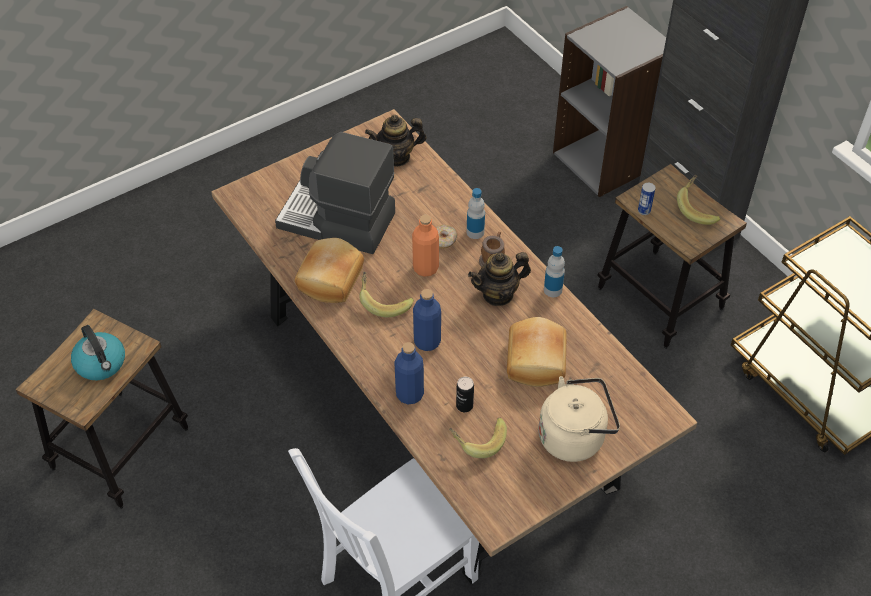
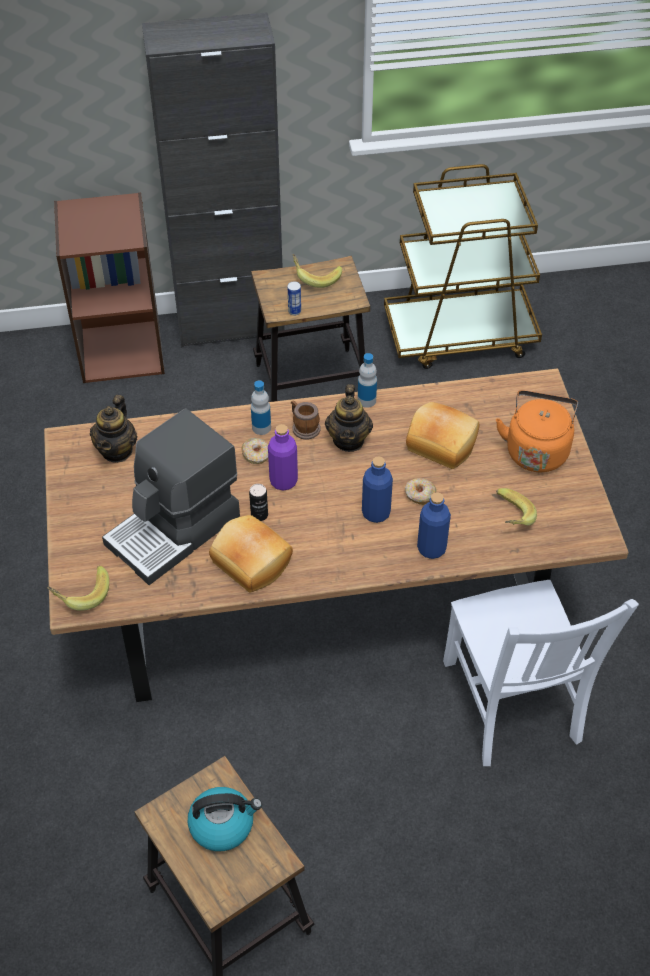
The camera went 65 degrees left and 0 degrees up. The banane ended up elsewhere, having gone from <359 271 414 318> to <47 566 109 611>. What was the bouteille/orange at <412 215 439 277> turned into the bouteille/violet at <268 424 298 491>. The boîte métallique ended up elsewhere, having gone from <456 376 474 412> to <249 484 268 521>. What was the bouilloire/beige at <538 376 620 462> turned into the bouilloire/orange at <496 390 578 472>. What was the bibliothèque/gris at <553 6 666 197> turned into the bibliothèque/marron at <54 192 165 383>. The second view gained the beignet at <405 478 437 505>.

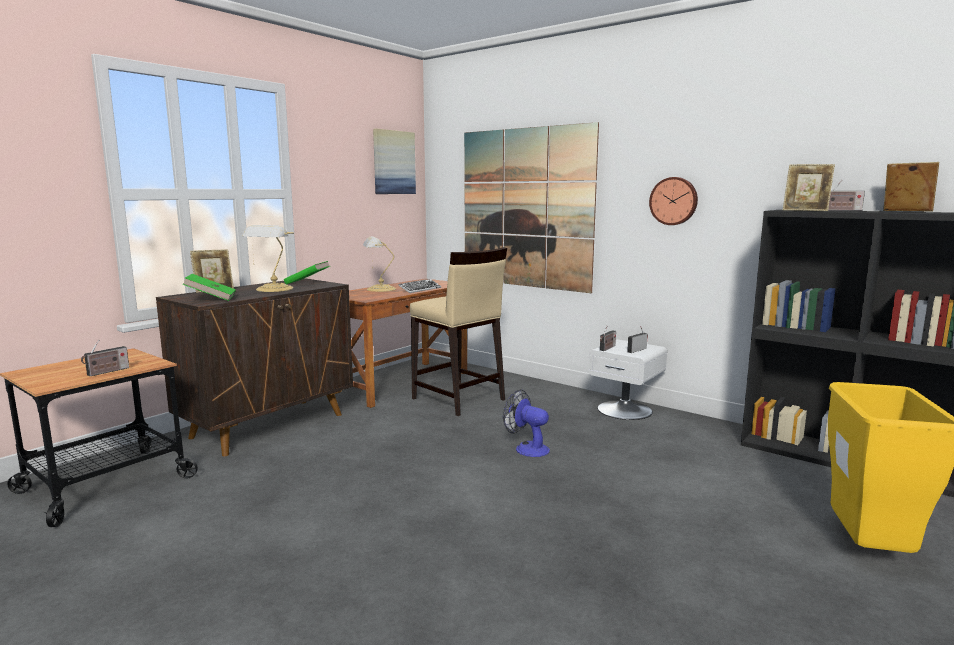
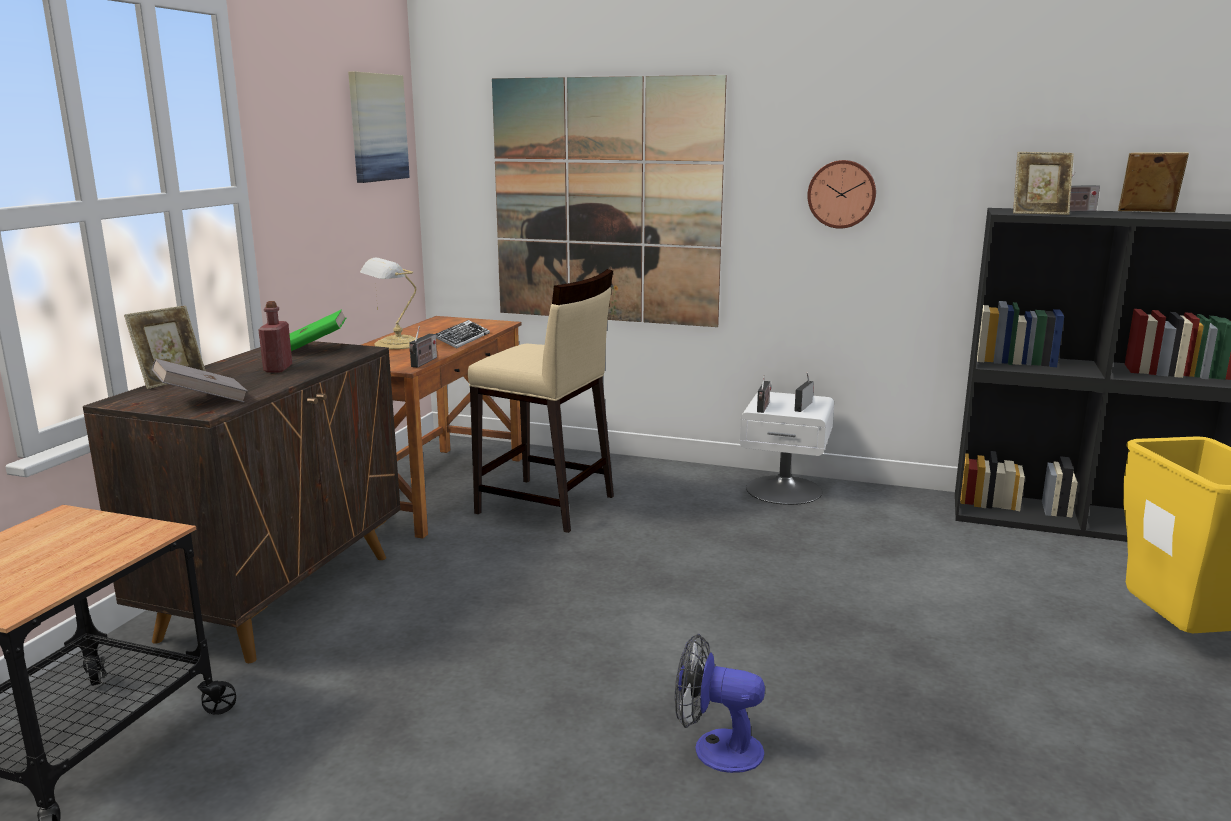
The camera went 20 degrees left and 5 degrees up. The radio ended up elsewhere, having gone from <81 340 129 376> to <409 326 437 367>. What was the livre/vert at <183 274 236 301> turned into the livre/gris at <152 359 248 402>. Where the lampe de table stood at <242 225 294 292>, the bouteille/rouge came to stand at <258 301 292 372>. The ventilateur ended up elsewhere, having gone from <503 389 550 457> to <675 634 765 773>.

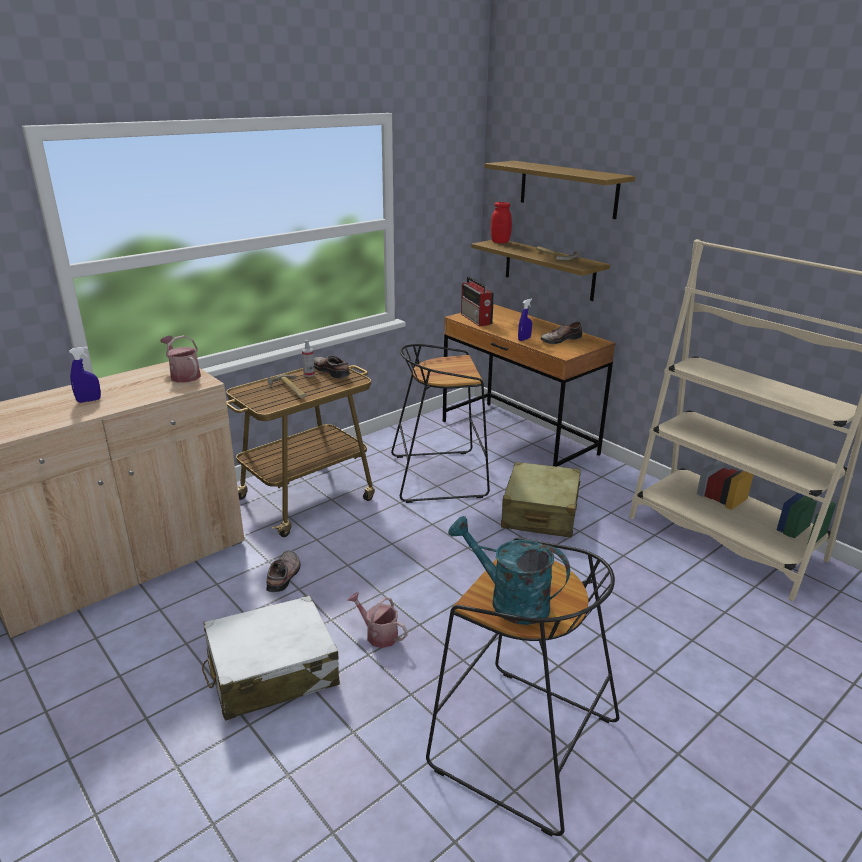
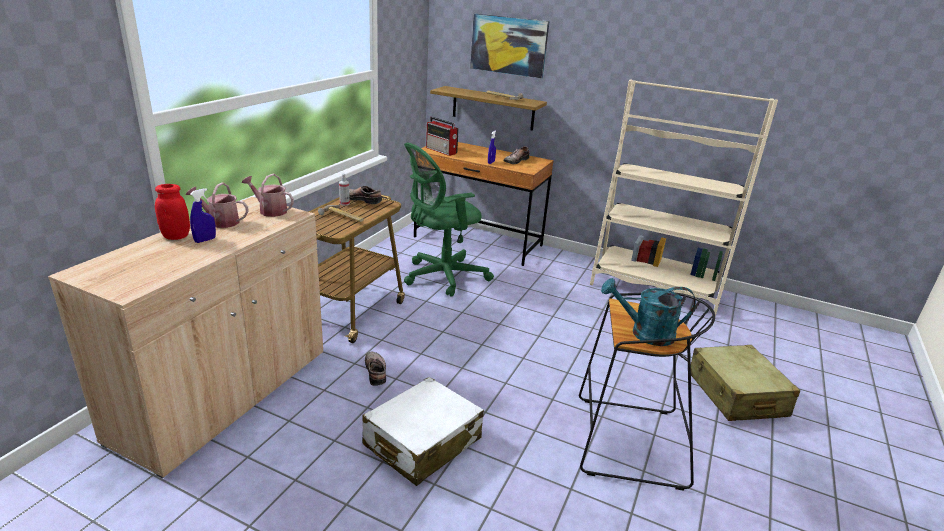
The camera went 25 degrees left and 0 degrees up. The arrosoir ended up elsewhere, having gone from <347 592 408 648> to <186 182 248 228>. Where the tabouret/noir stood at <391 344 490 503>, the chaise de bureau/vert came to stand at <404 143 494 297>. Where the étagère hung at <484 161 635 219>, the tableau came to hang at <470 14 549 78>. The bocal/rouge ended up elsewhere, having gone from <491 202 512 243> to <155 184 190 240>. The valise/beige ended up elsewhere, having gone from <501 462 581 538> to <691 345 801 421>.

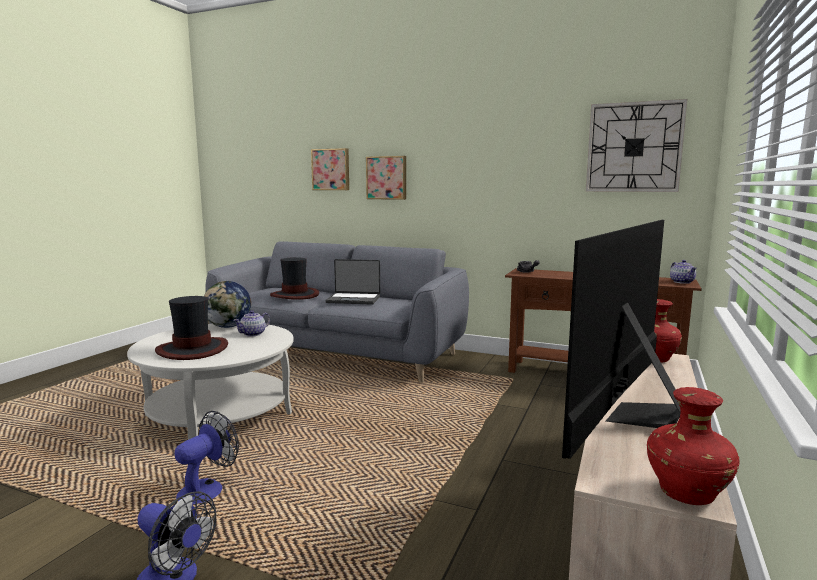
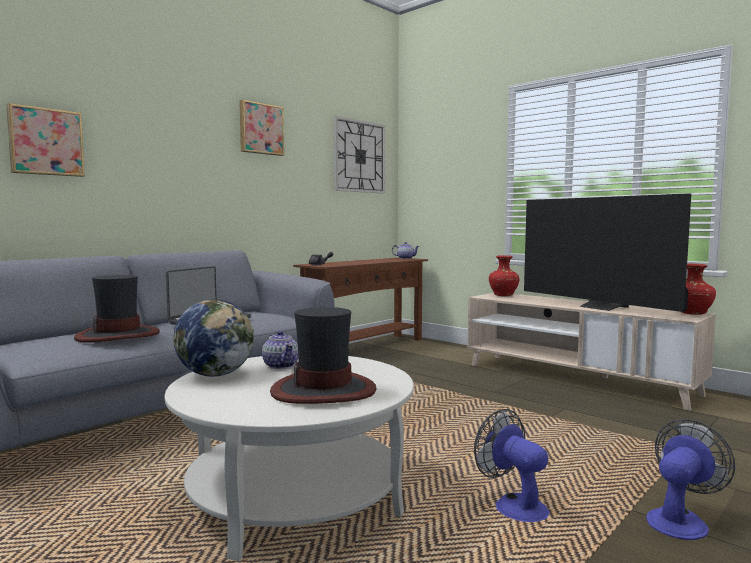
The camera went 70 degrees left and 5 degrees down. The tableau ended up elsewhere, having gone from <366 156 406 200> to <240 100 284 156>.

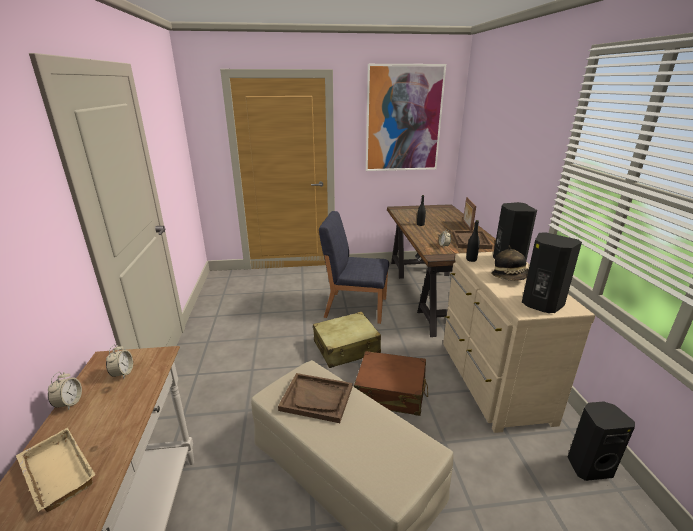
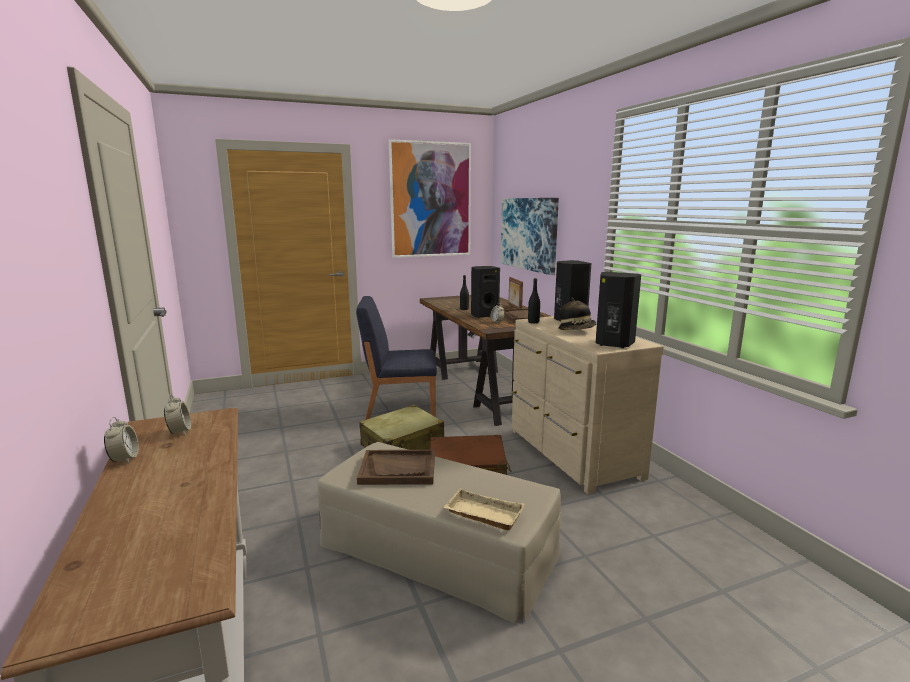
The camera went 15 degrees left and 10 degrees down. The plateau/beige ended up elsewhere, having gone from <16 428 95 512> to <444 488 525 530>. The enceinte/noir ended up elsewhere, having gone from <568 401 635 481> to <471 266 500 318>. The second view gained the tableau at <500 198 559 275>.

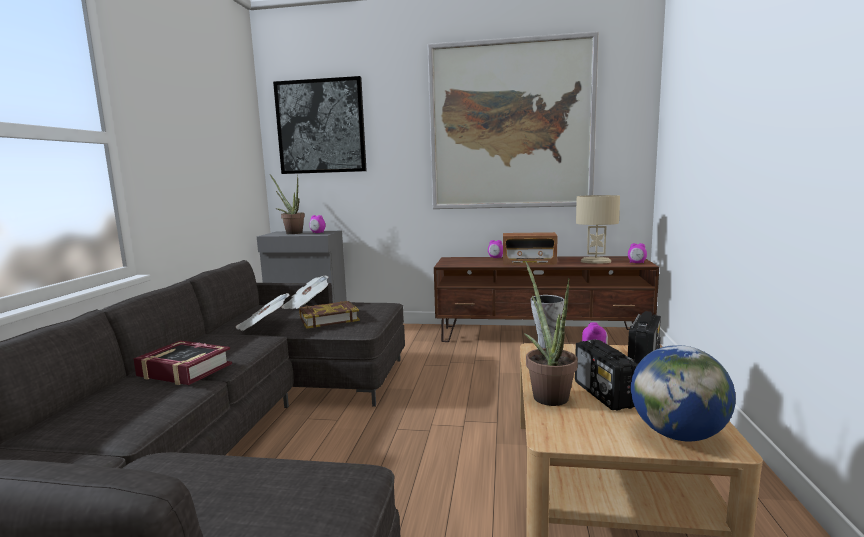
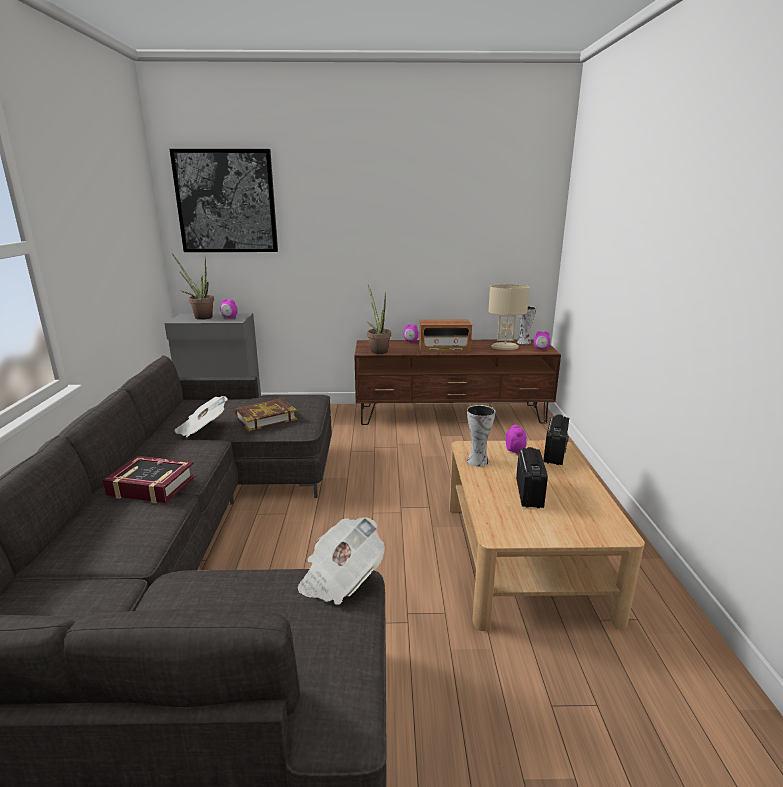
The camera went 10 degrees left and 10 degrees up. The journal ended up elsewhere, having gone from <281 276 329 309> to <298 517 385 605>. The second view lost the tableau at <427 31 599 209>. The plante en pot ended up elsewhere, having gone from <524 261 578 406> to <367 285 391 354>. The radio at <575 339 638 411> ended up facing another way, 150 degrees counterclockwise from before. The second view lost the globe at <631 345 736 441>. The second view gained the vase at <517 306 536 345>.

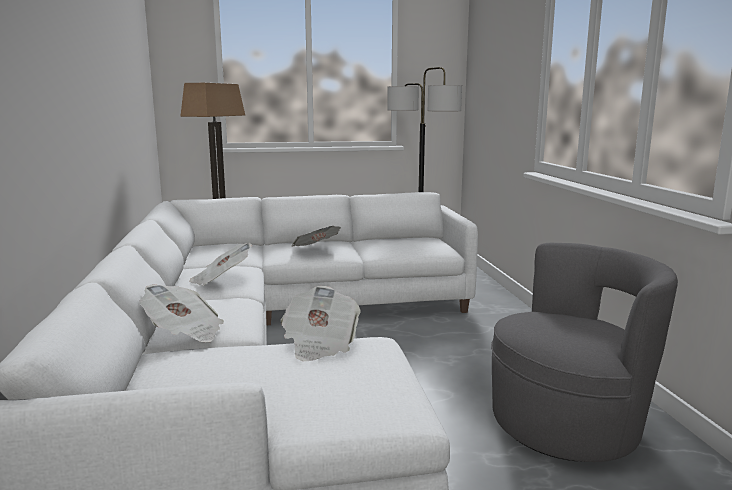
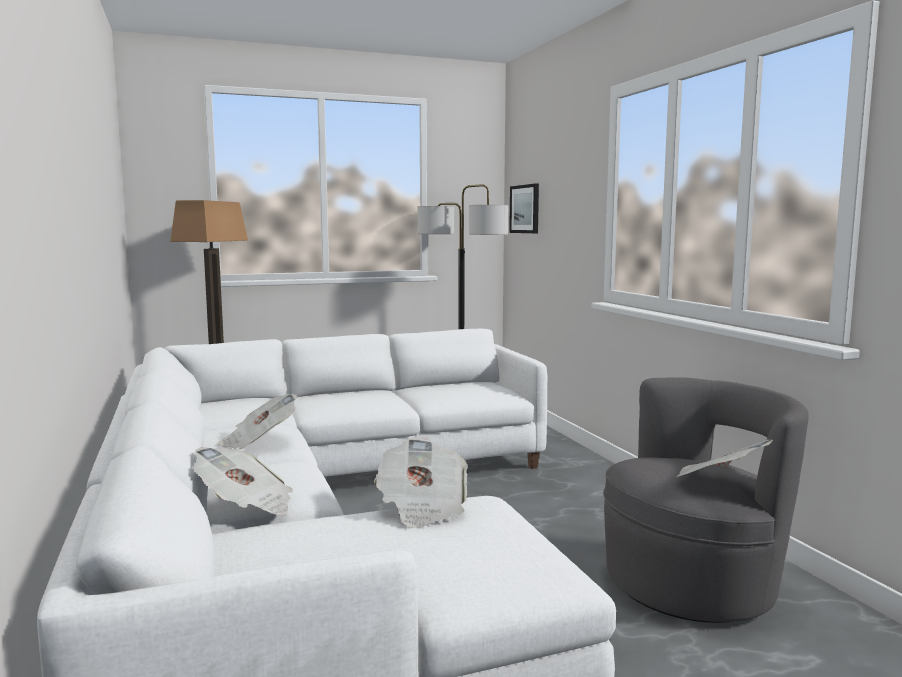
The camera went 10 degrees left and 5 degrees down. The journal ended up elsewhere, having gone from <292 226 341 246> to <677 440 773 477>. The second view gained the tableau at <509 183 539 233>.

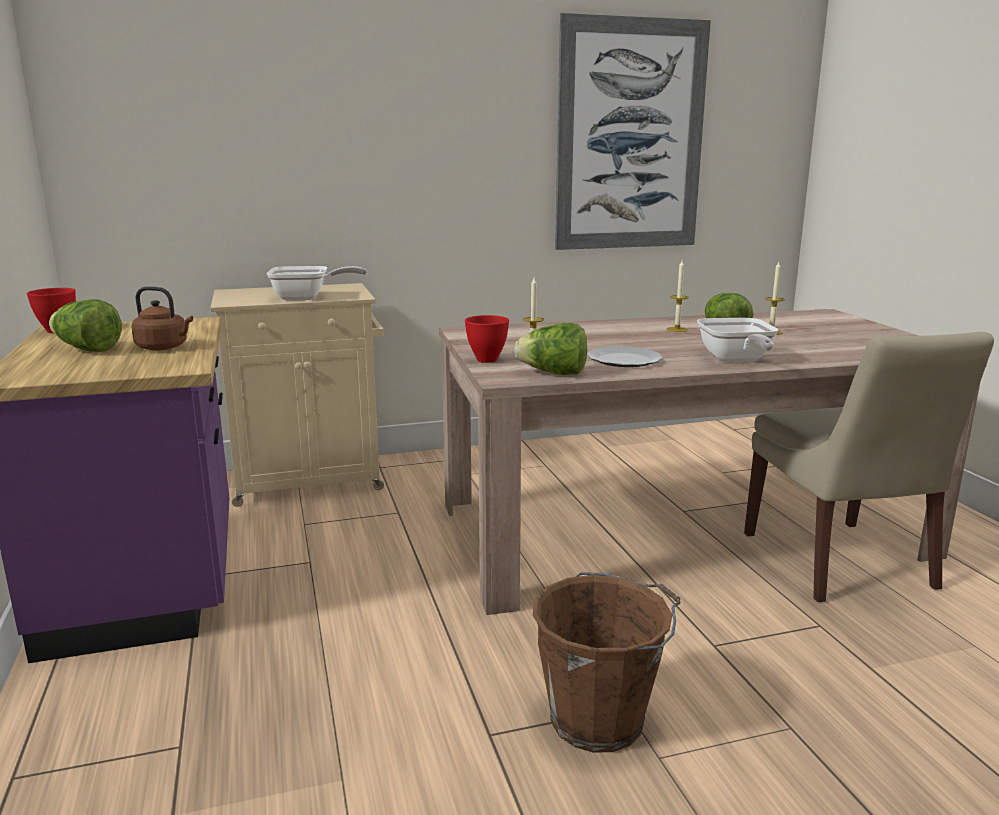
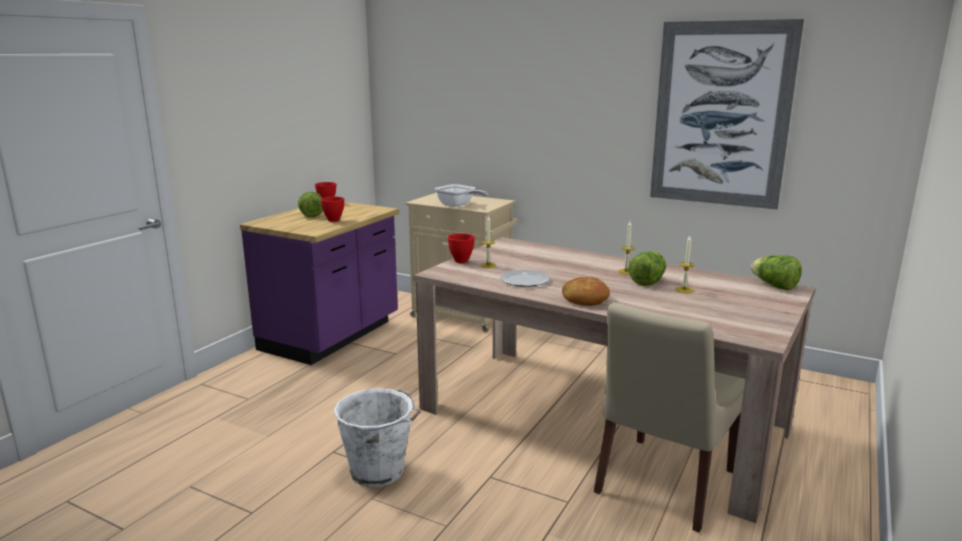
The camera went 45 degrees right and 0 degrees up. Where the bouilloire/marron stood at <132 286 193 350>, the bol/rouge came to stand at <320 197 344 222>. The laitue ended up elsewhere, having gone from <514 323 587 375> to <751 255 802 290>. What was the seau/marron at <533 572 681 752> turned into the seau/blanc at <334 388 421 487>. Where the poêle stood at <697 318 778 362>, the pain came to stand at <562 277 610 306>.

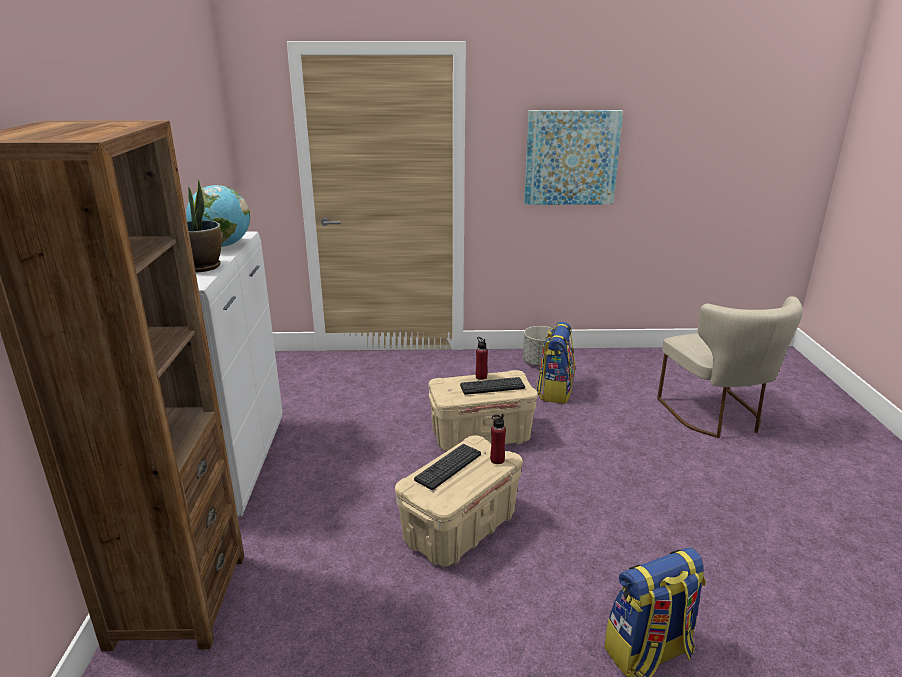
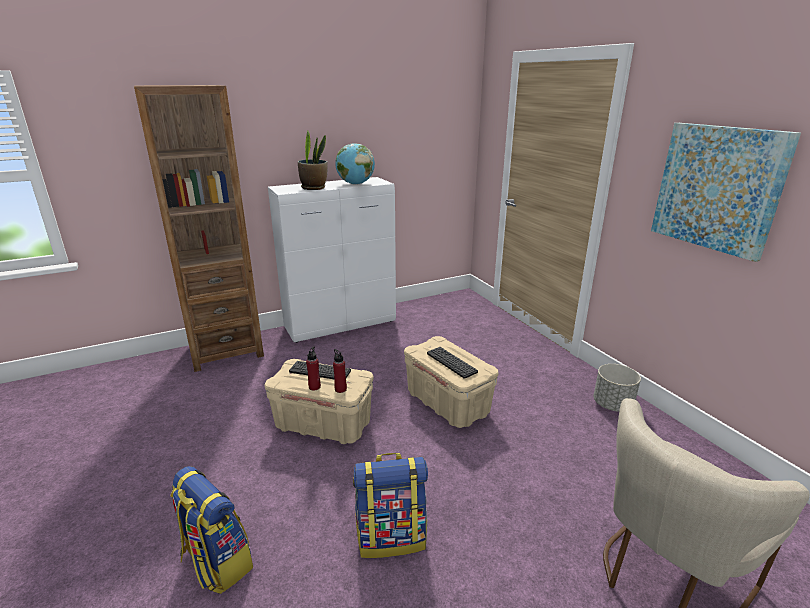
The camera went 65 degrees right and 0 degrees up. The bouteille/rouge ended up elsewhere, having gone from <476 337 488 380> to <306 346 321 391>. The sac à dos ended up elsewhere, having gone from <536 322 575 404> to <353 453 428 558>.

